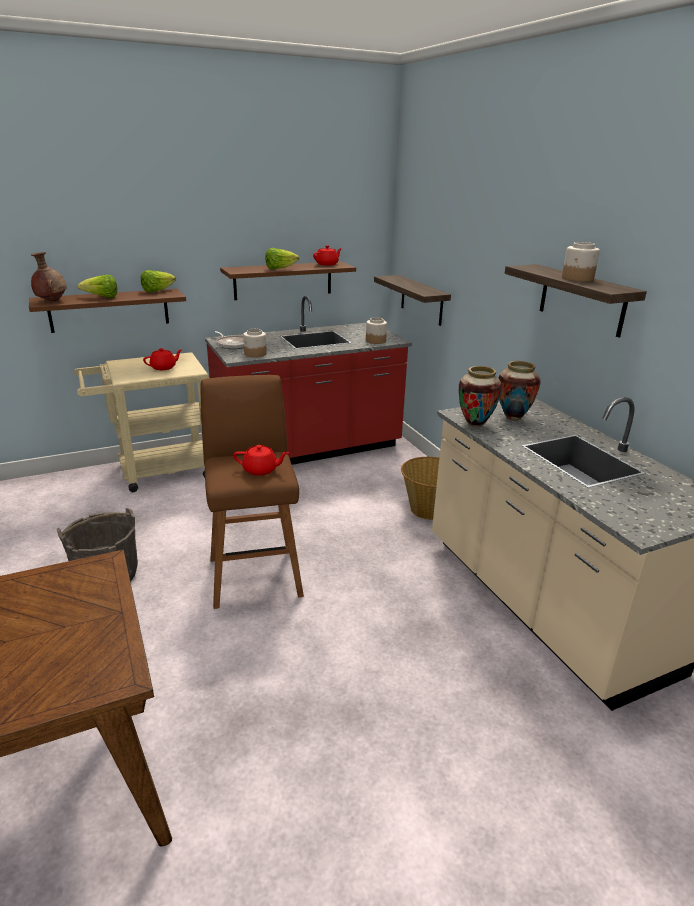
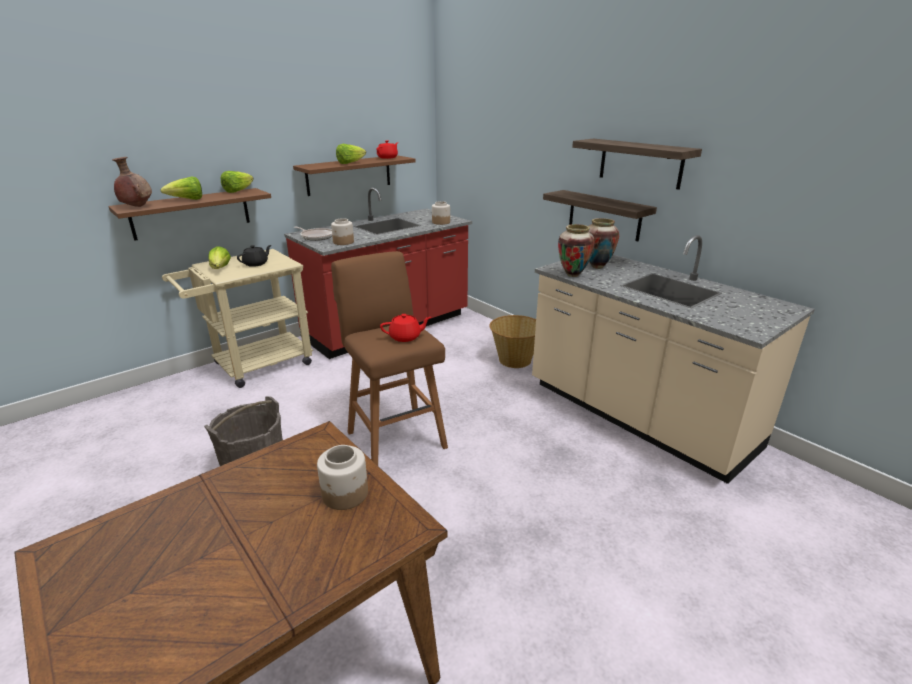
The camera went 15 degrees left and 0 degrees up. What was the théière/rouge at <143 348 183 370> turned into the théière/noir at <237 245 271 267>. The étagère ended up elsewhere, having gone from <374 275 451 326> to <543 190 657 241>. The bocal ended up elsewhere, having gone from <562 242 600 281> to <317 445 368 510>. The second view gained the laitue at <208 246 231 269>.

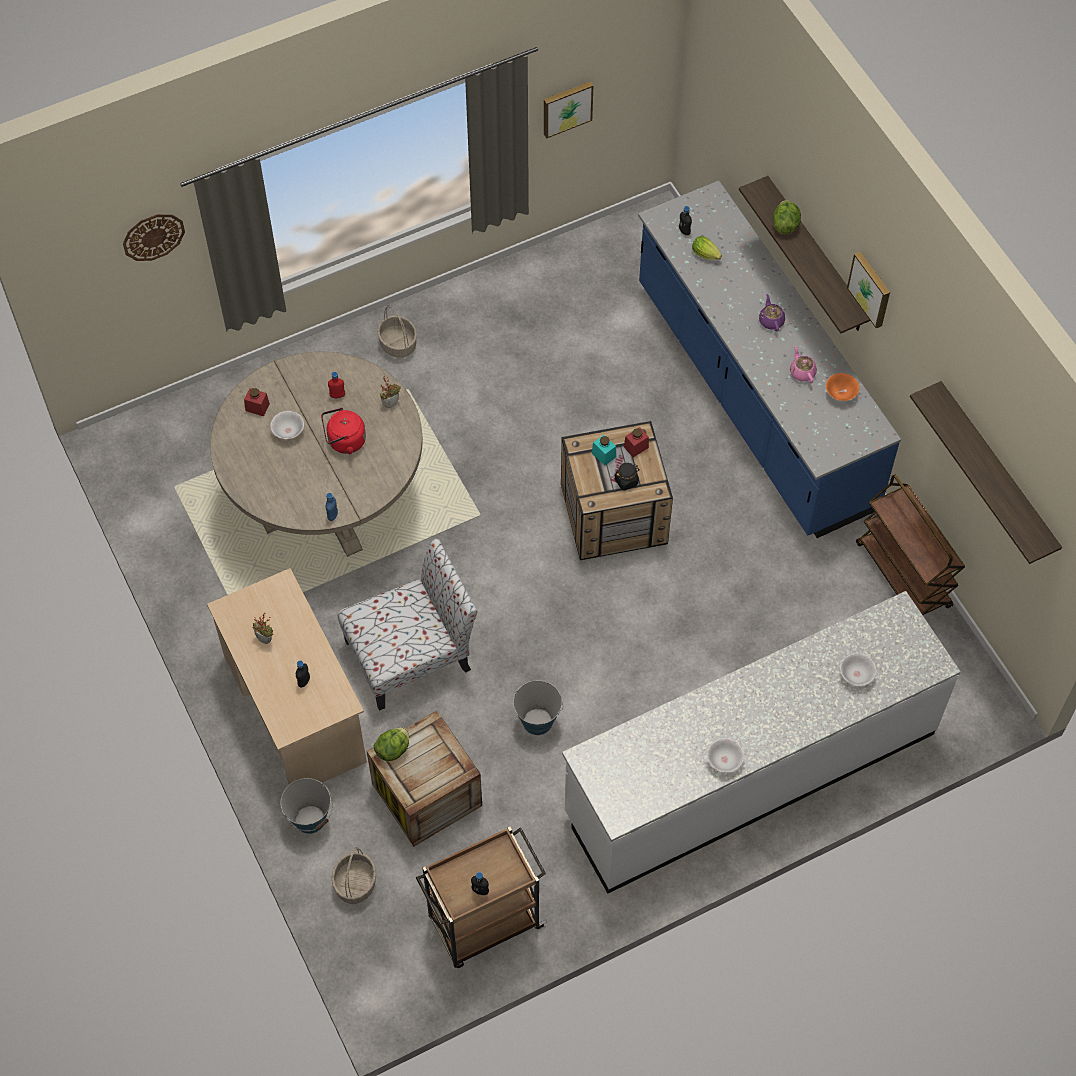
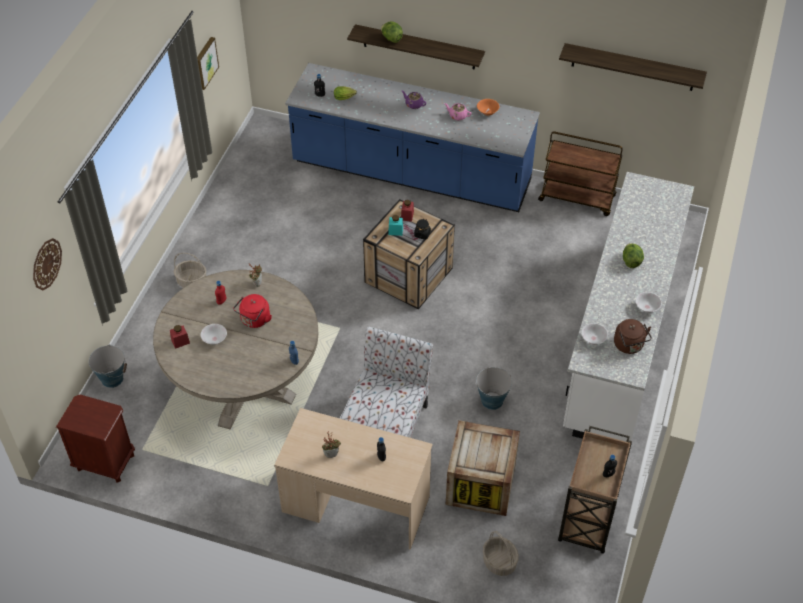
The camera went 45 degrees left and 10 degrees down. The seau ended up elsewhere, having gone from <280 778 333 834> to <89 345 127 388>. The laitue ended up elsewhere, having gone from <374 727 409 761> to <623 243 644 268>. The bol/blanc ended up elsewhere, having gone from <840 653 877 686> to <581 323 608 345>. The second view lost the tableau at <847 252 890 328>. The second view gained the table de chevet/marron at <56 395 135 483>. The second view gained the bouilloire/marron at <614 319 652 354>.

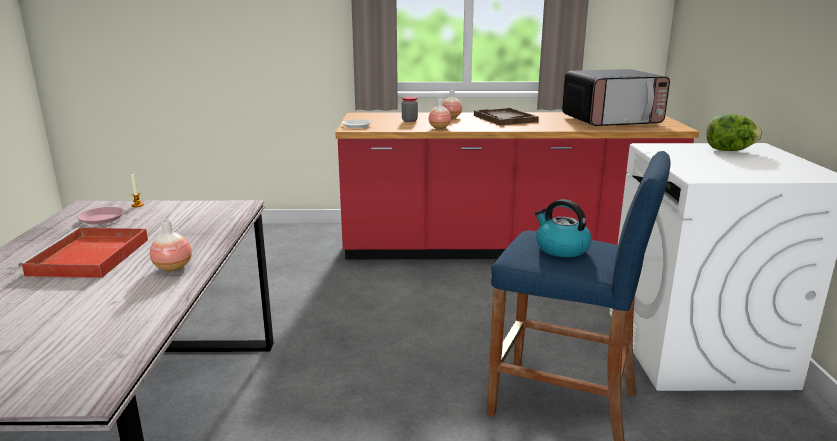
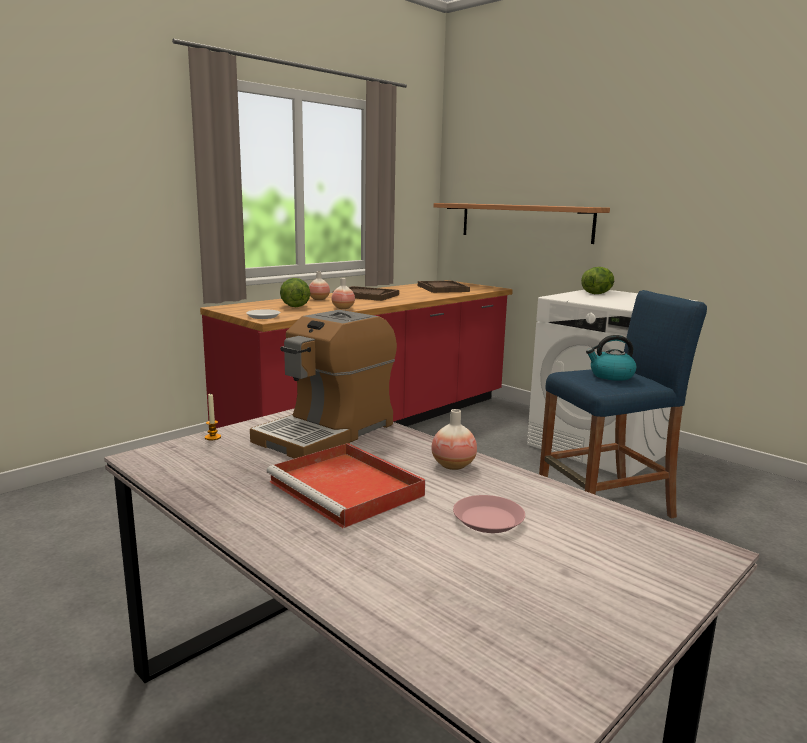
The camera went 45 degrees left and 5 degrees down. The assiette/rose ended up elsewhere, having gone from <77 207 124 225> to <453 495 525 533>. Where the bocal stood at <402 97 418 122>, the laitue came to stand at <280 278 310 307>. Where the micro-ondes stood at <562 69 670 126>, the plateau/marron came to stand at <418 281 470 293>. The second view gained the machine à café at <250 310 397 459>. The second view gained the étagère at <434 203 610 244>.

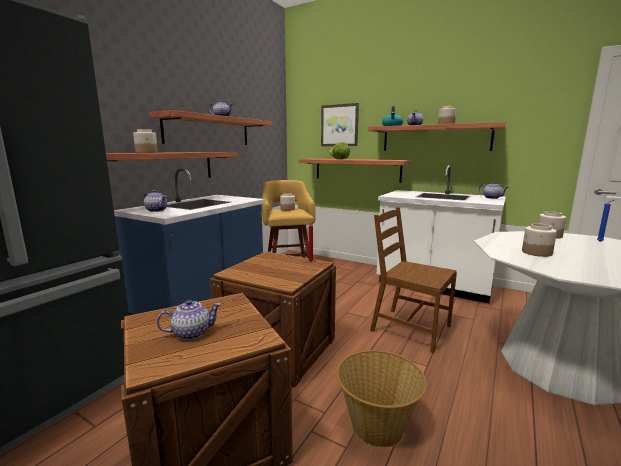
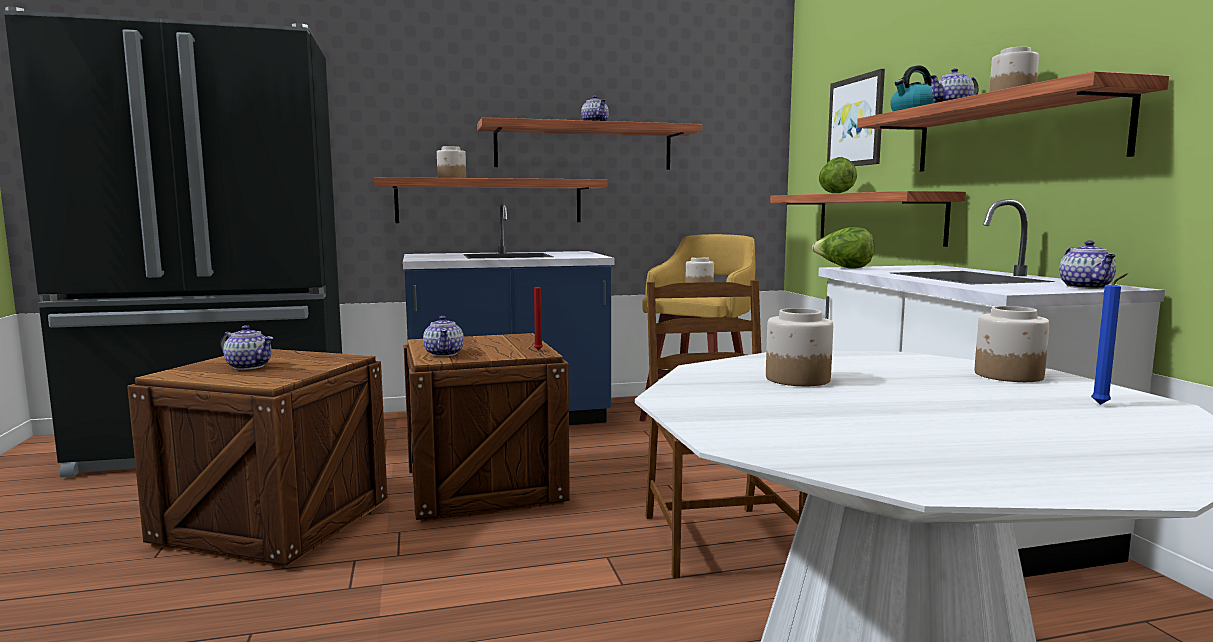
The camera went 45 degrees right and 5 degrees down. The théière ended up elsewhere, having gone from <144 190 167 212> to <423 316 464 357>. The second view lost the panier at <336 350 427 448>. The second view gained the laitue at <812 227 875 269>.

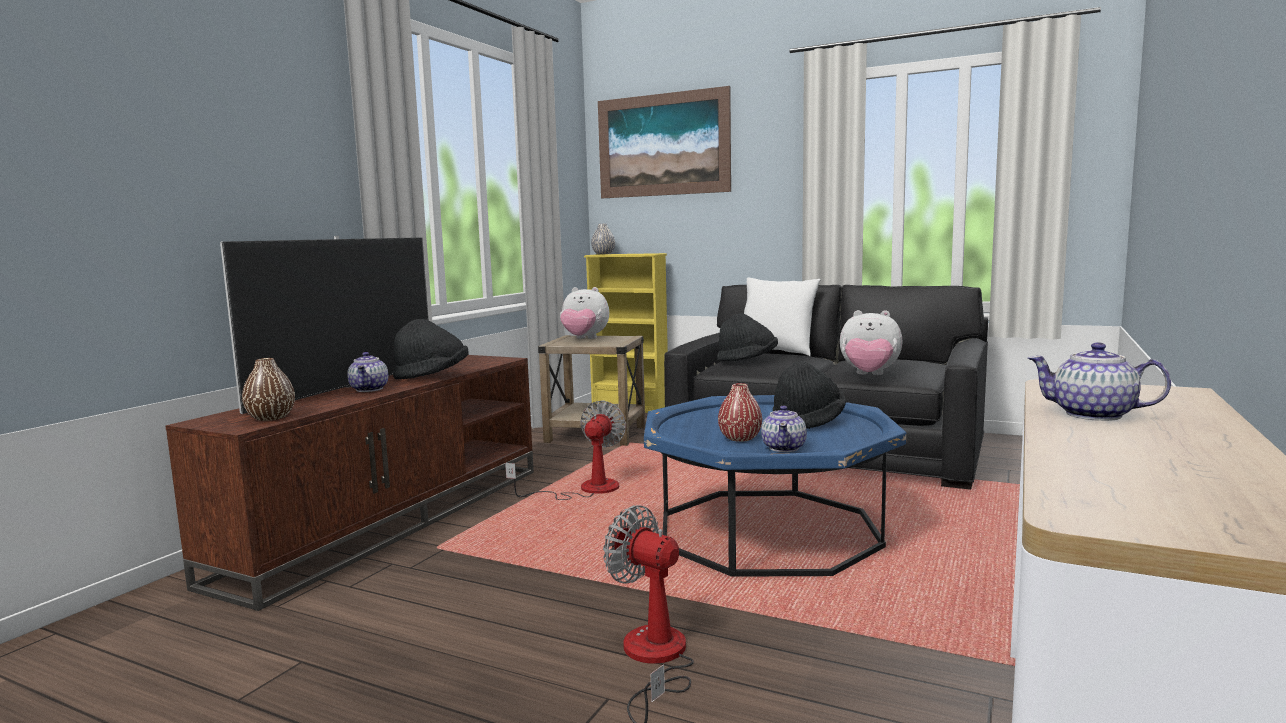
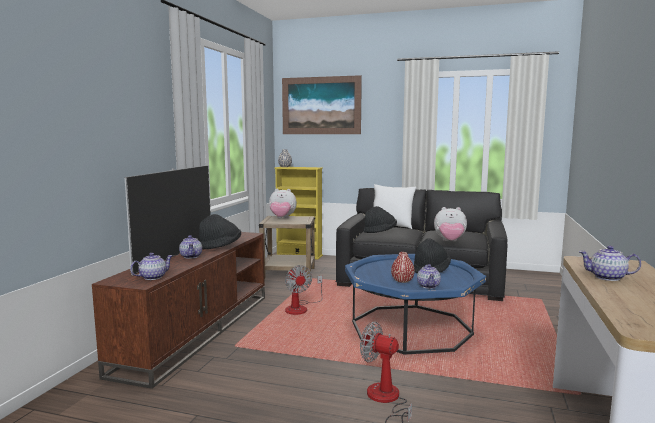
The camera went 10 degrees left and 0 degrees up. Where the vase/marron stood at <242 358 295 421>, the théière came to stand at <130 253 173 280>. The ventilateur at <505 401 626 500> ended up facing another way, 150 degrees clockwise from before.

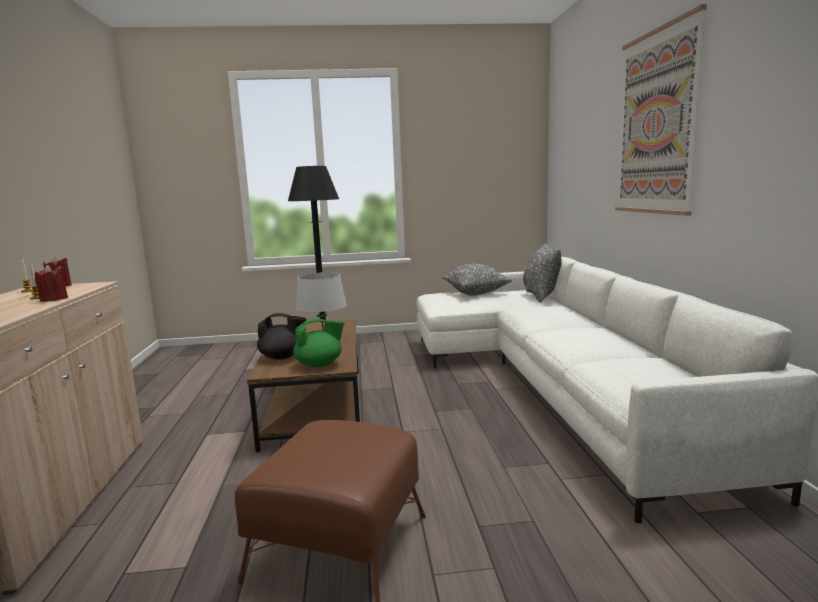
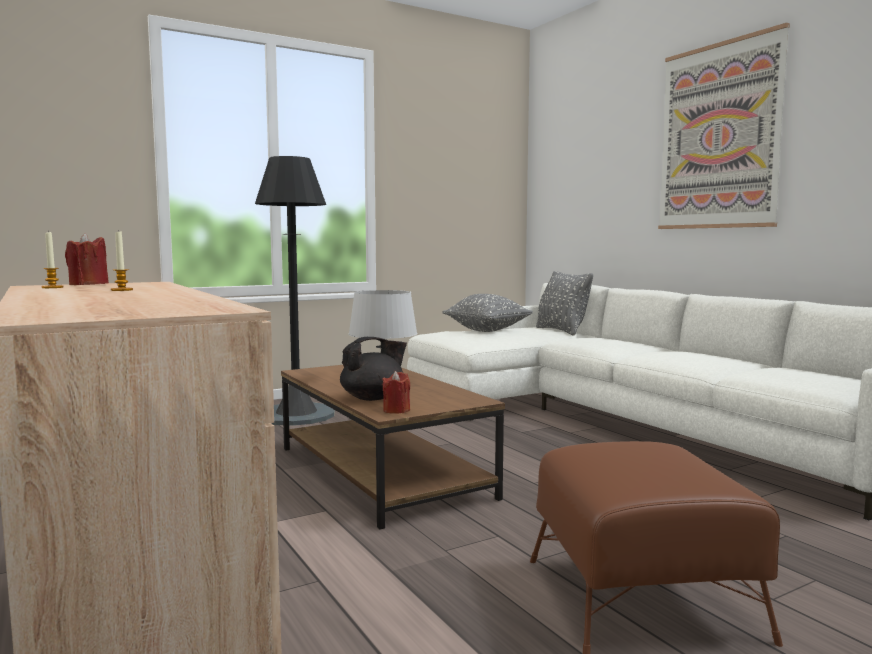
The camera went 25 degrees left and 5 degrees down. The bougie/rouge ended up elsewhere, having gone from <35 265 68 302> to <382 371 410 414>. The second view lost the théière/vert at <293 319 344 367>.

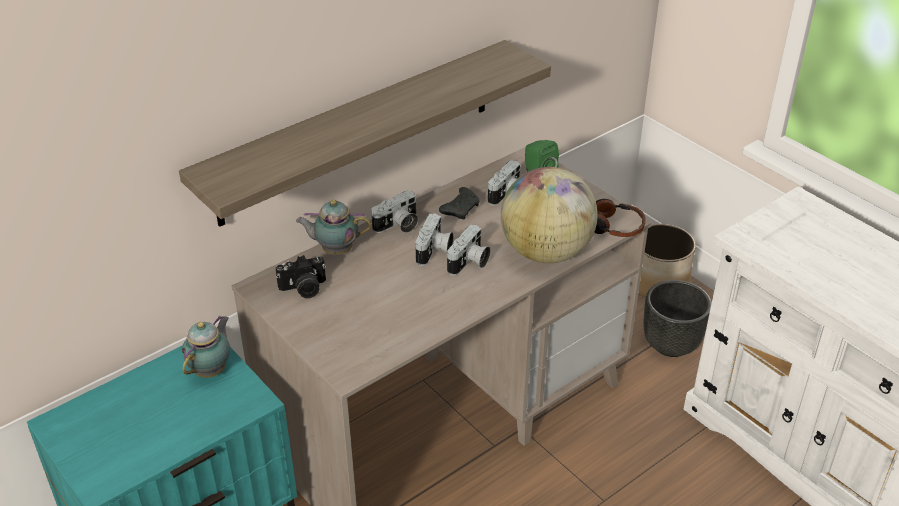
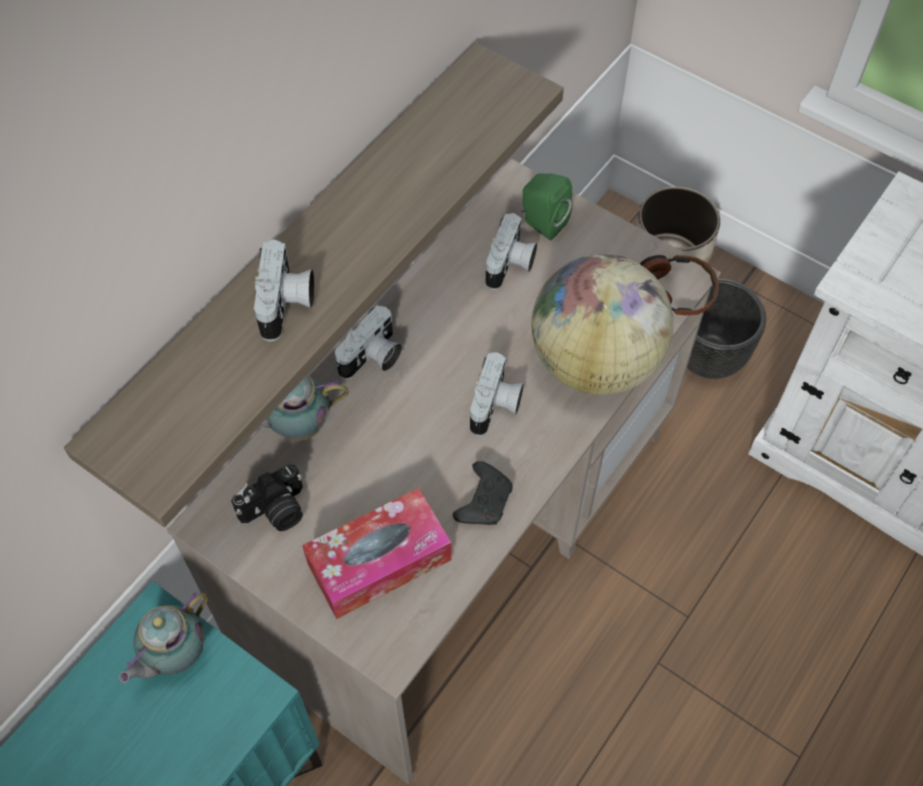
The camera went 15 degrees left and 20 degrees up. The théière at <182 316 230 378> ended up facing another way, 150 degrees counterclockwise from before. The appareil photo ended up elsewhere, having gone from <415 213 453 266> to <254 239 315 341>. The manette/noir ended up elsewhere, having gone from <439 187 480 219> to <453 461 513 525>. The second view gained the boîte à mouchoirs at <302 488 452 619>.

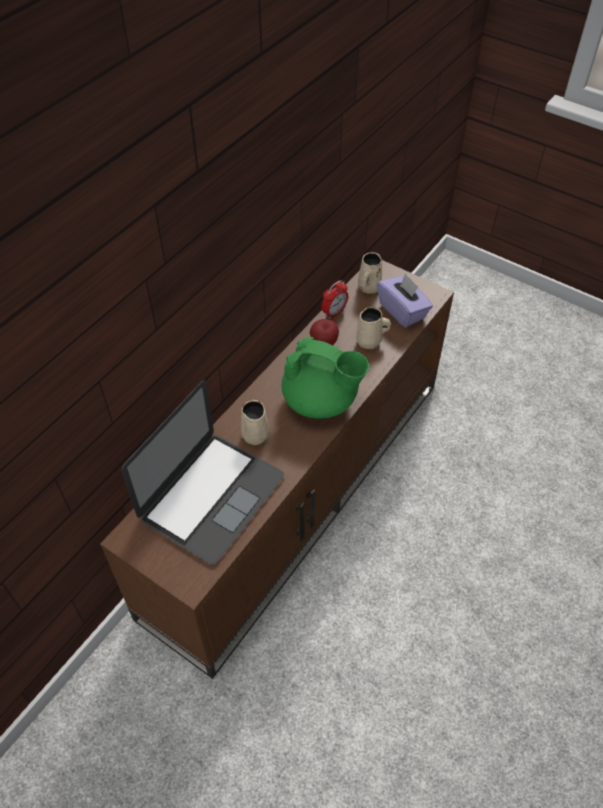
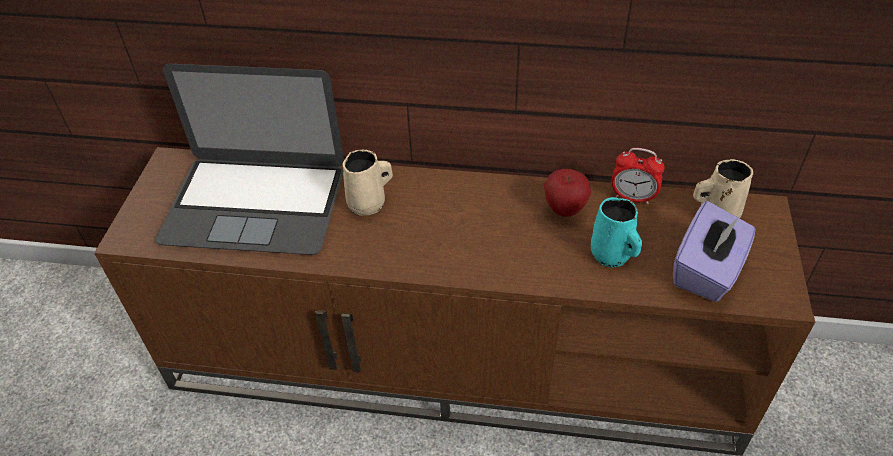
The camera went 65 degrees right and 5 degrees down. The second view lost the théière/vert at <282 337 369 419>. What was the mug/beige at <356 307 391 349> turned into the mug/turquoise at <591 197 642 267>.

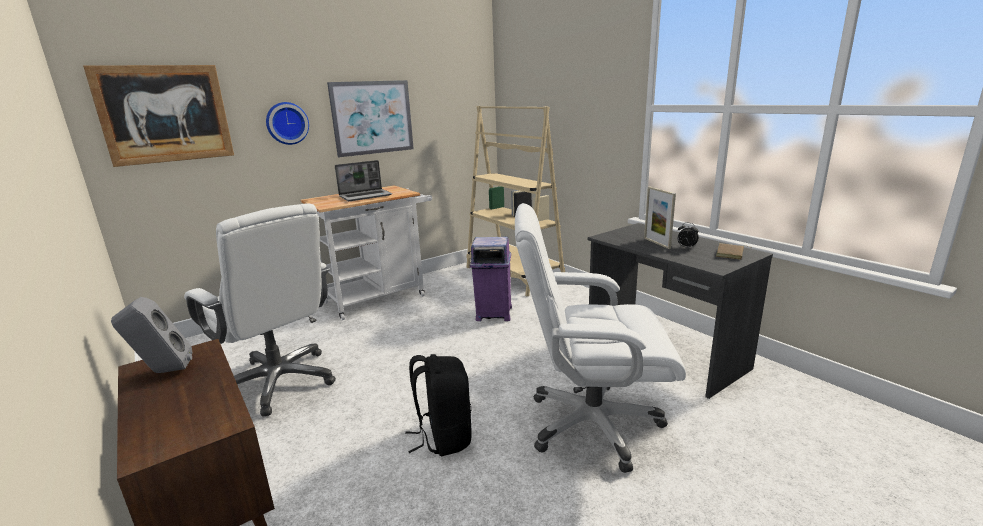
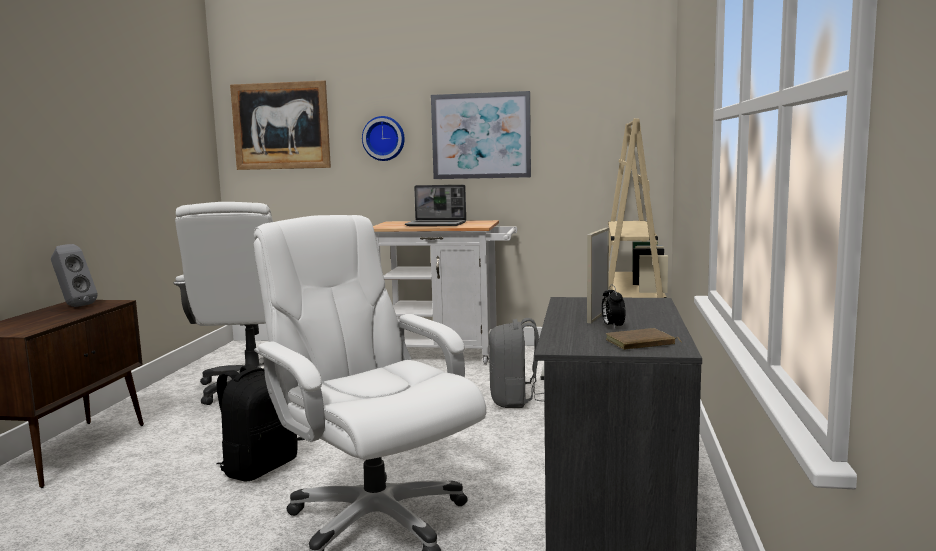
The camera went 45 degrees right and 10 degrees down. Where the poubelle/violet stood at <470 237 512 321>, the sac à dos/gris came to stand at <489 318 544 408>.

